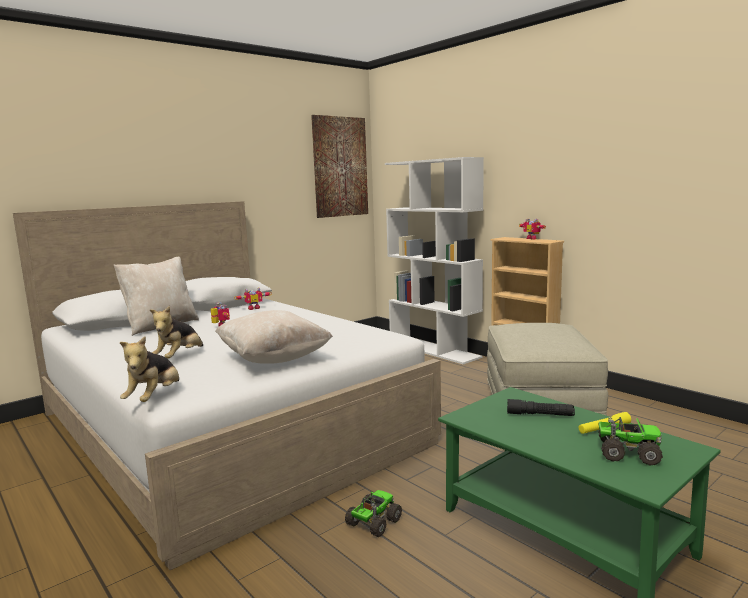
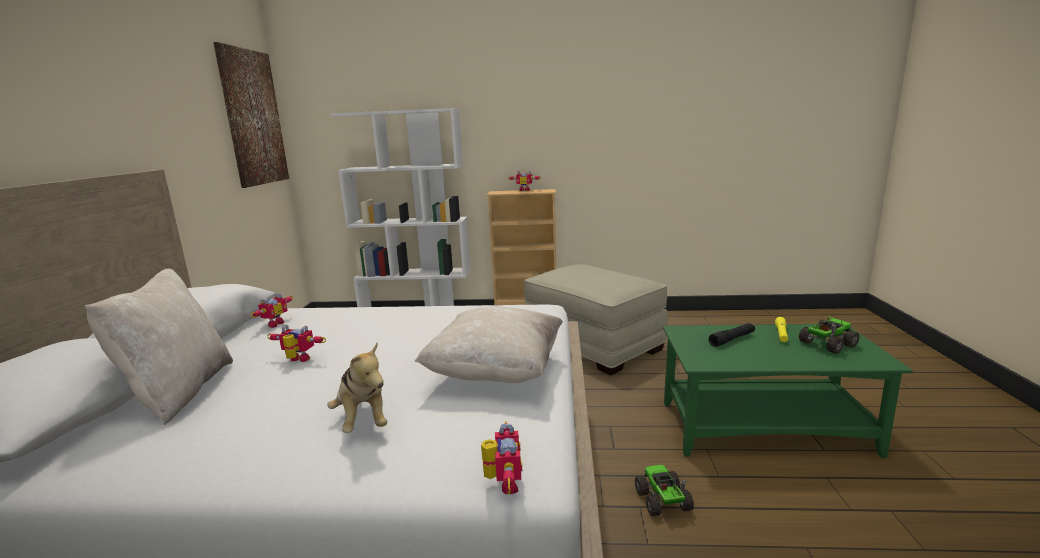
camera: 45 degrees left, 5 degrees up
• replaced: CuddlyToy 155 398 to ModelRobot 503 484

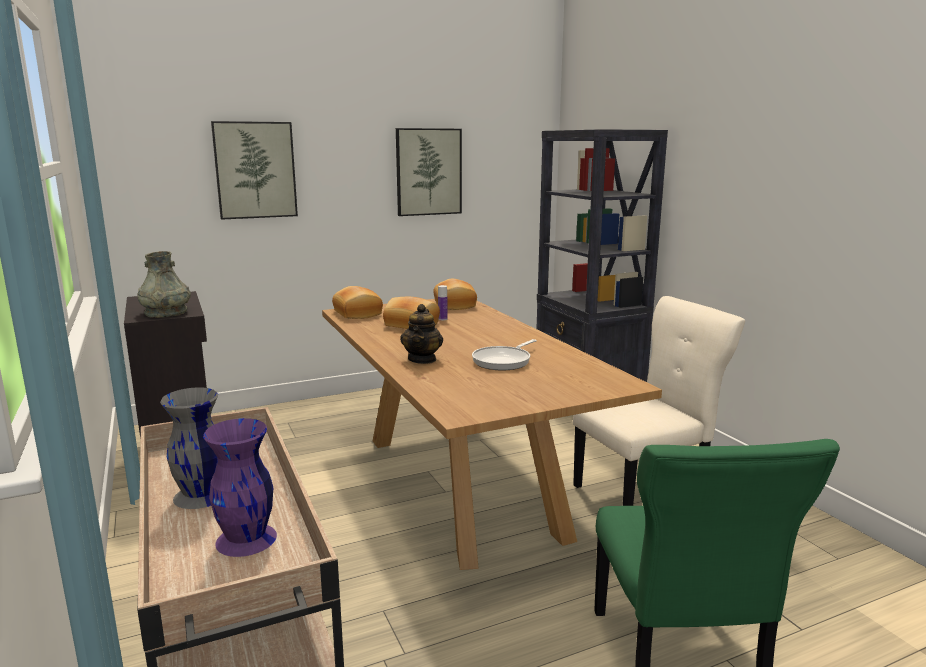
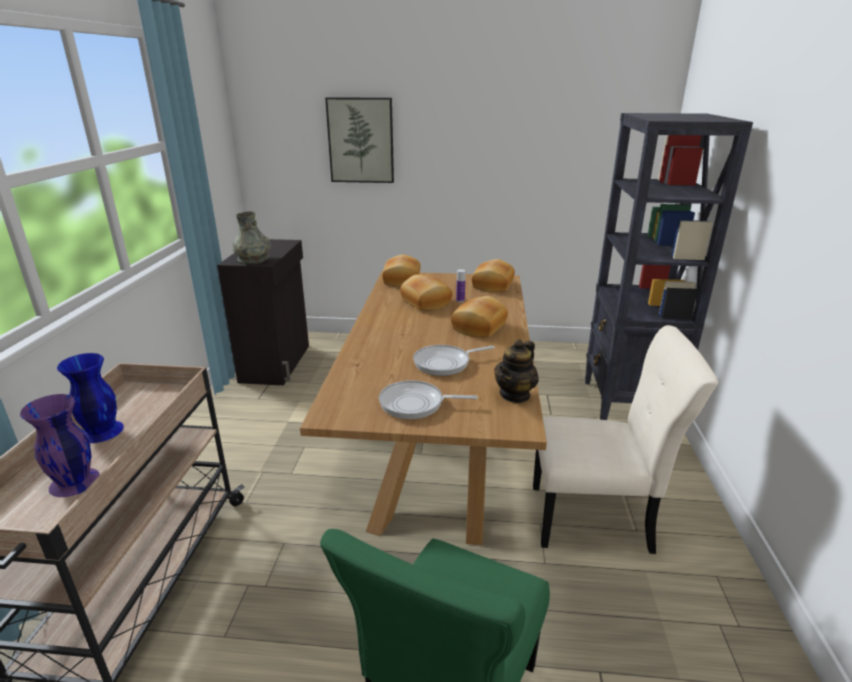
camera: 30 degrees right, 10 degrees up
• removed: WallArt 428 172
• moved: Teapot 422 359 to 515 394
• recoloured: GreyishFlowerVase 200 495 to BlueFlowerVase 101 431
• added: BakeryBread 477 327
• added: Skillet 415 404

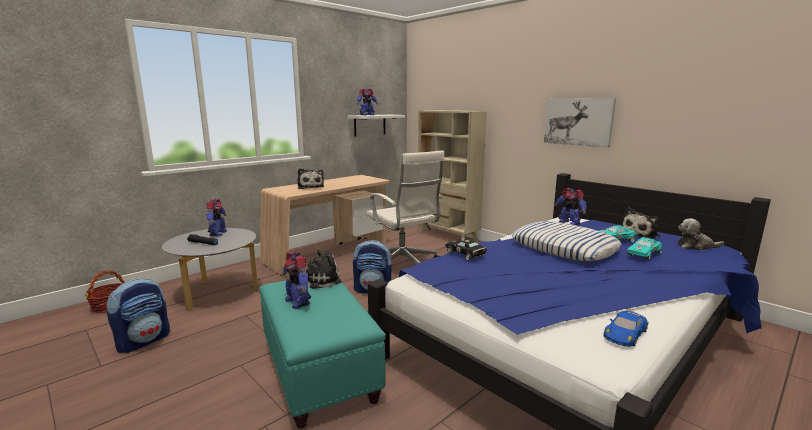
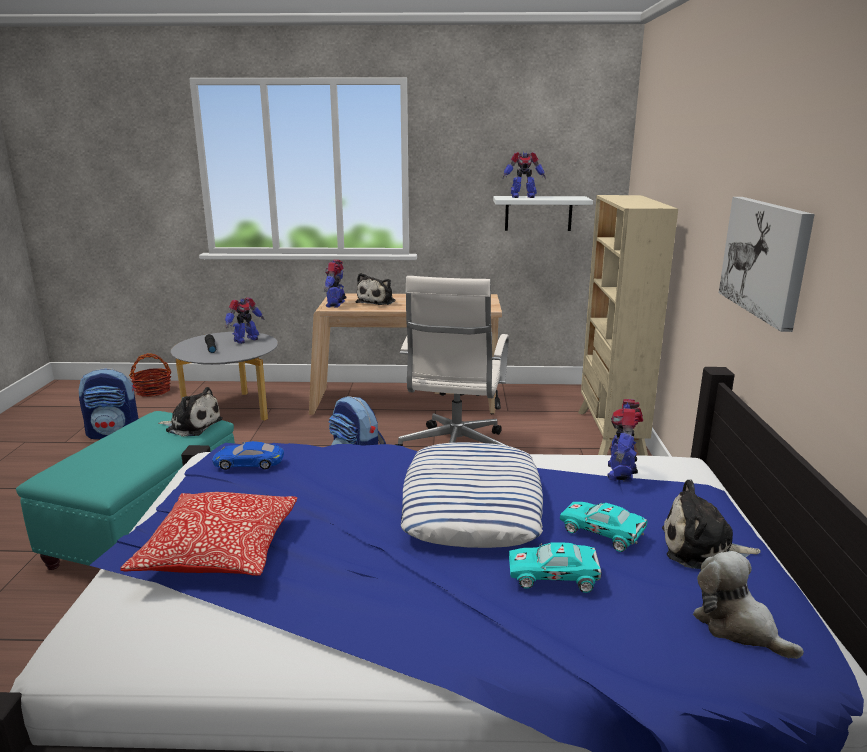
camera: 45 degrees right, 5 degrees up
• removed: BlackishToyCar 466 255
• moved: ModelRobot 298 302 to 336 304
• moved: BlueToyCar 625 333 to 249 462
• added: ThrowPillow 219 551

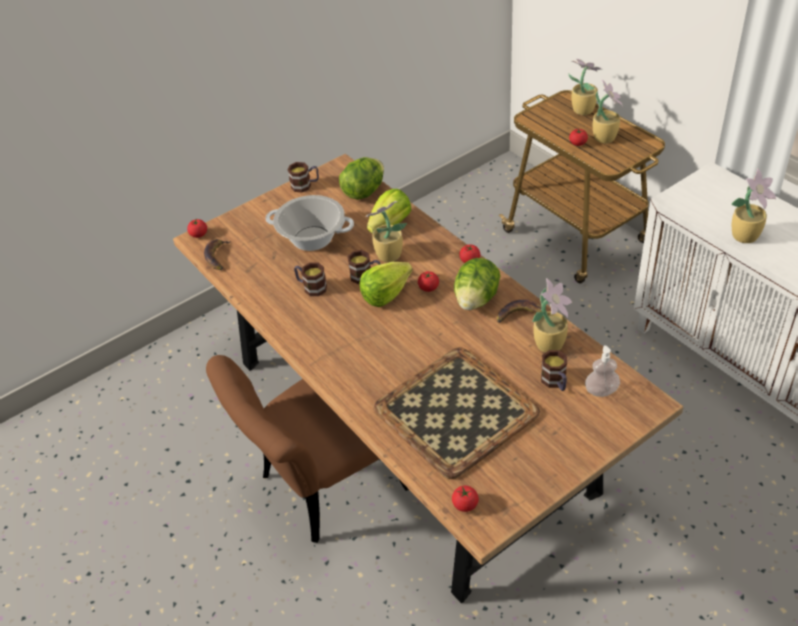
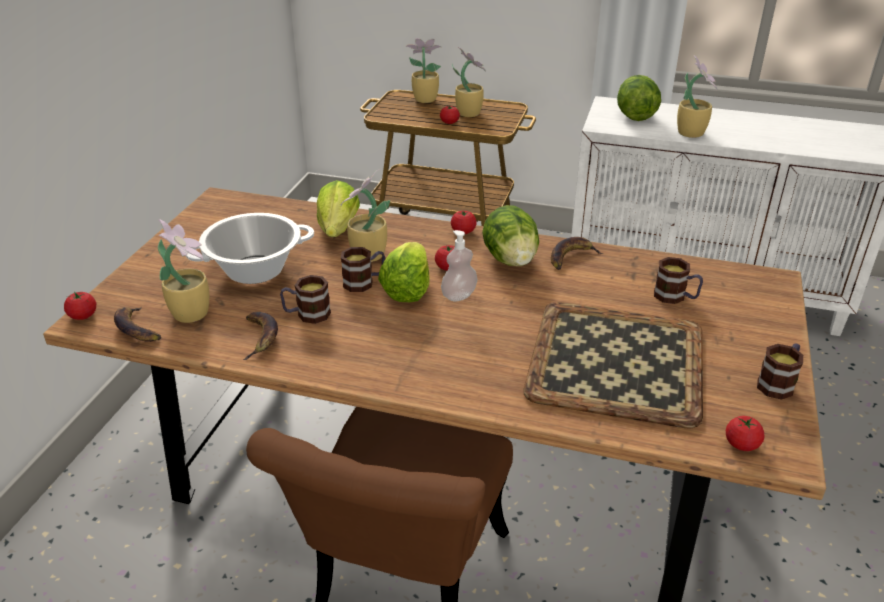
camera: 40 degrees left, 10 degrees down
• moved: Lettuce 364 192 to 635 116
• moved: Mug 305 185 to 778 383
• moved: PlantInAPot 550 343 to 191 312
• moved: SoapDispenser 601 391 to 459 295
• added: WholeBanana 260 337

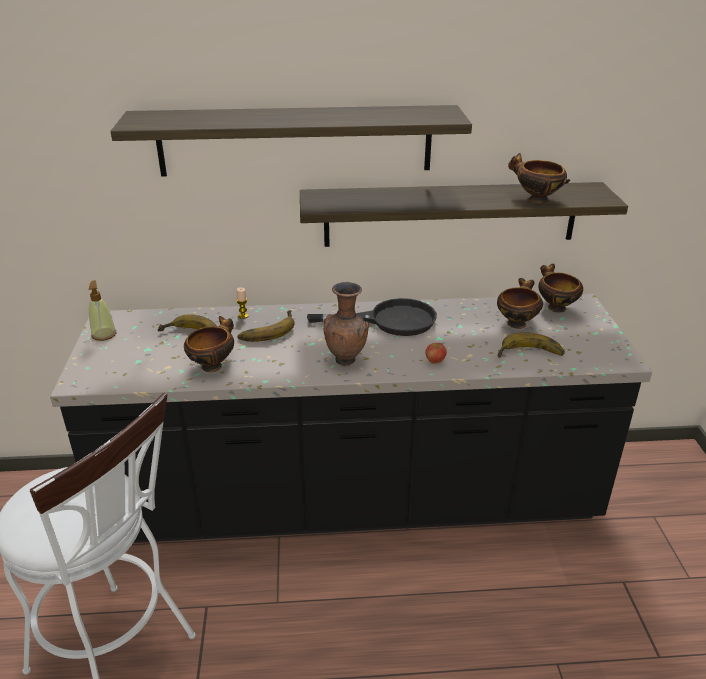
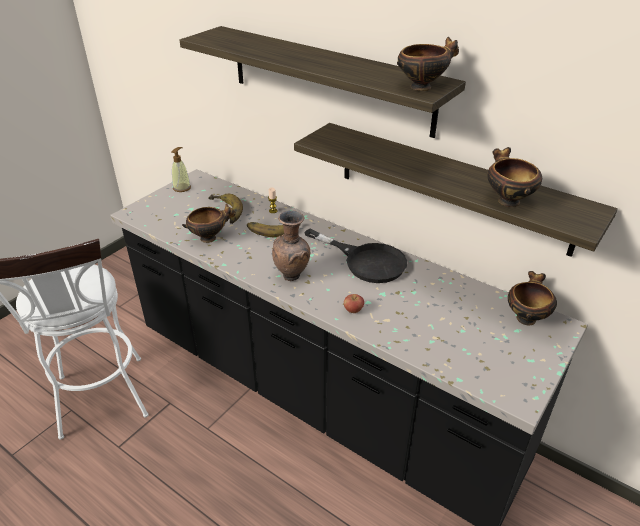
camera: 40 degrees right, 5 degrees up
• moved: Bowl 516 323 to 422 87
• removed: WholeBanana 530 355

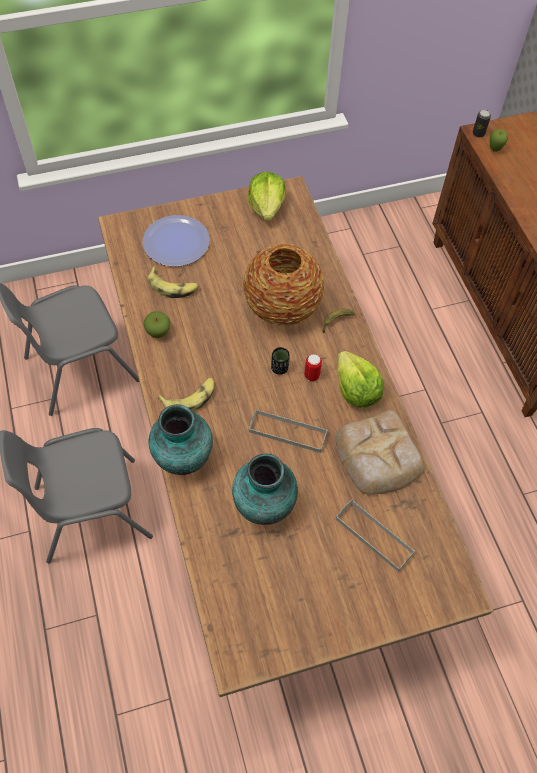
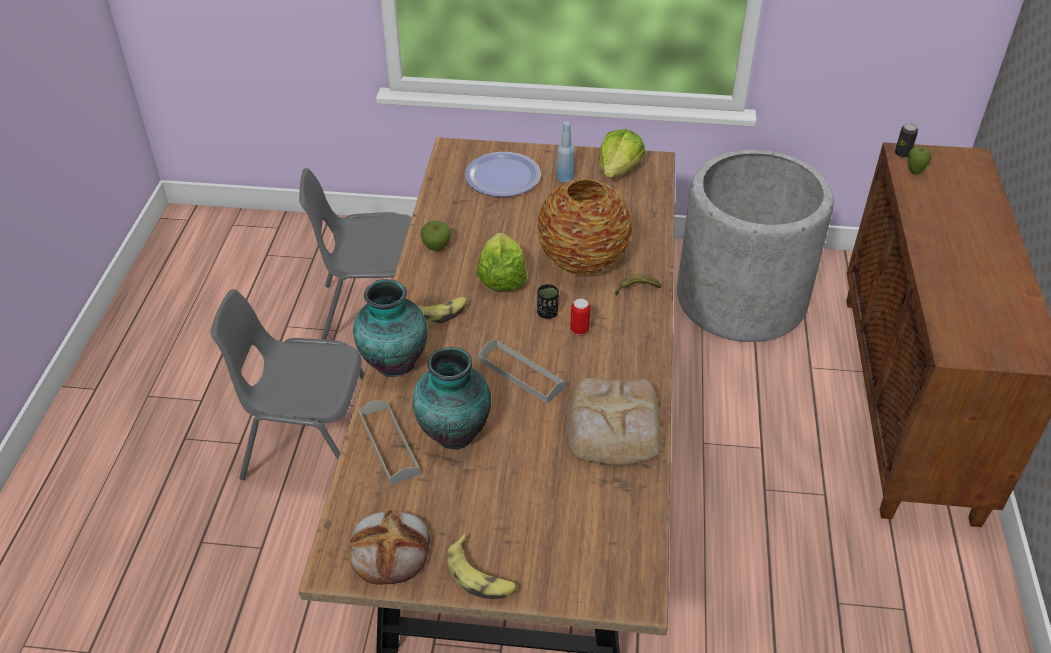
camera: 25 degrees right, 15 degrees down
• moved: WholeBanana 173 286 to 481 575
• moved: Lettuce 356 390 to 501 277
• moved: GreyishServingTray 374 536 to 389 444
• added: BlueBottle 564 179
• added: GreyishPlanter 741 298
• added: BakeryBread 390 550

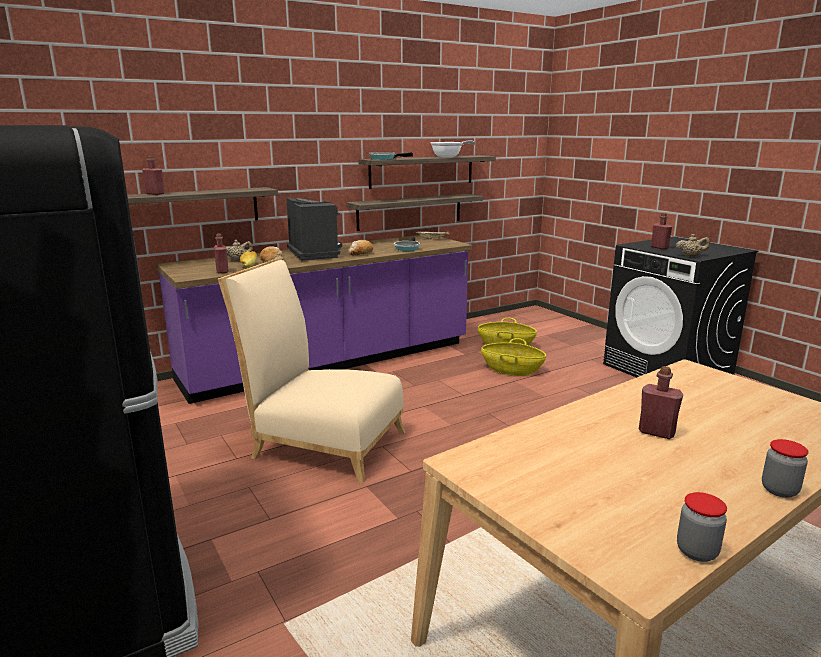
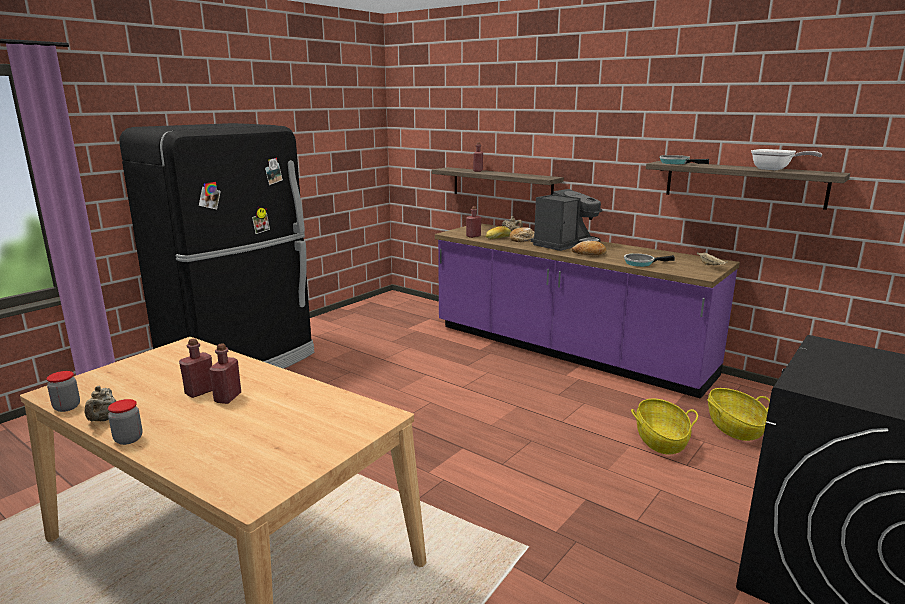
camera: 70 degrees right, 0 degrees up
• removed: BracketShelf 410 211
• moved: RedColouredBottle 659 247 to 200 392
• moved: BeigeTeapot 691 256 to 103 419
• removed: BeigeUprightChair 322 442

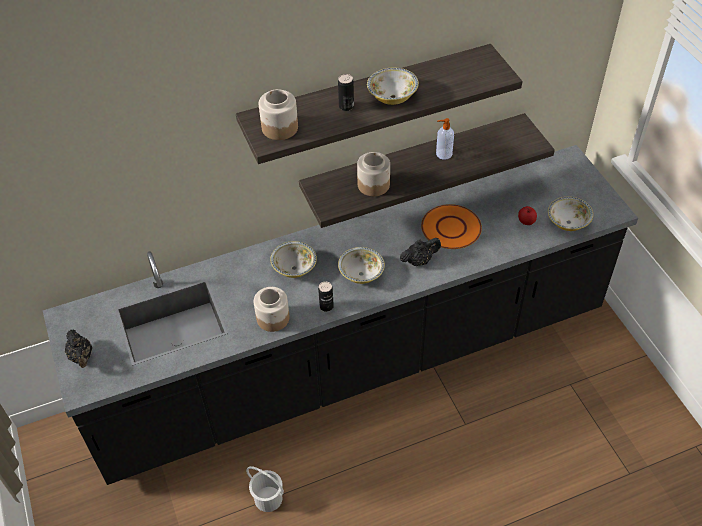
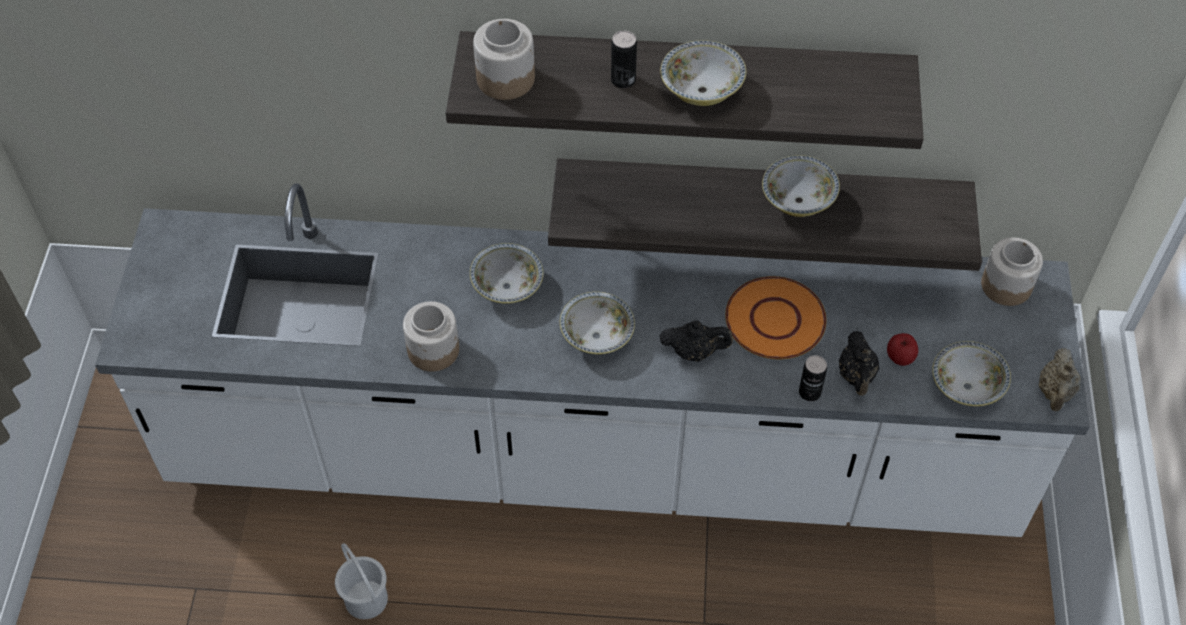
camera: 25 degrees right, 5 degrees up
• replaced: SoapDispenser 443 154 to Bowl 798 201
• recoloured: BlackishKitchenCounter 354 364 to WhiteKitchenCounter 593 458
• moved: StorageJar 373 184 to 1006 285
• moved: MetalCan 326 306 to 809 392
• moved: BlackishTeapot 82 357 to 856 376
• added: BeigeTeapot 1055 393

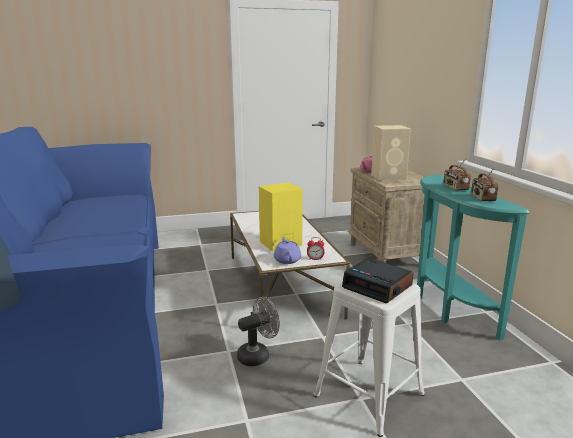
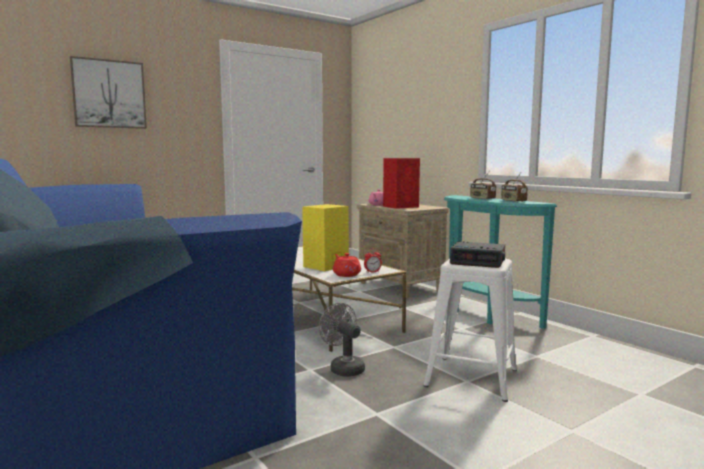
camera: 20 degrees left, 10 degrees down
• recoloured: BeigeAudioSpeaker 389 177 to RedColouredAudioSpeaker 401 206
• recoloured: PurplishTeapot 287 260 to RedColouredTeapot 346 274
• turned: GreyishElectricFan 258 355 = 343 368 75 degrees counterclockwise
• added: WallArt 109 94

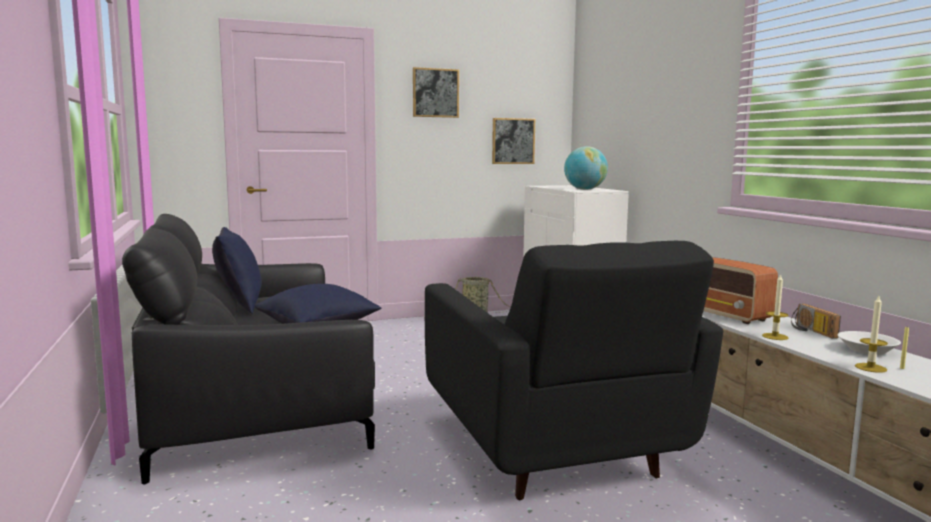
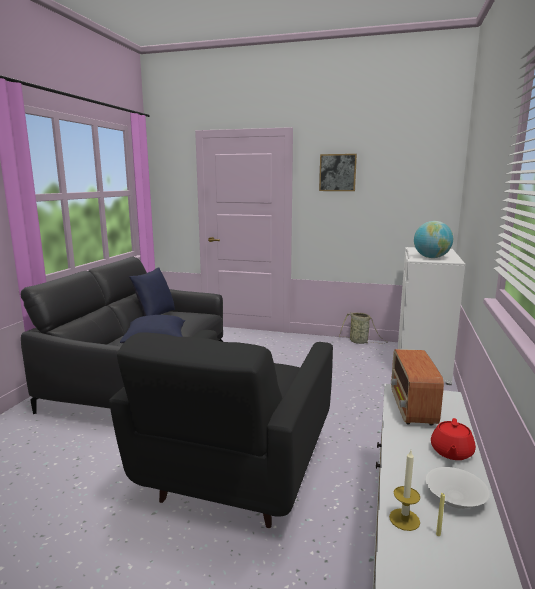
camera: 35 degrees right, 5 degrees up
• removed: WallArt 513 141
• removed: WaxCandle 775 336
• replaced: Radio 811 331 to RedColouredTeapot 451 452

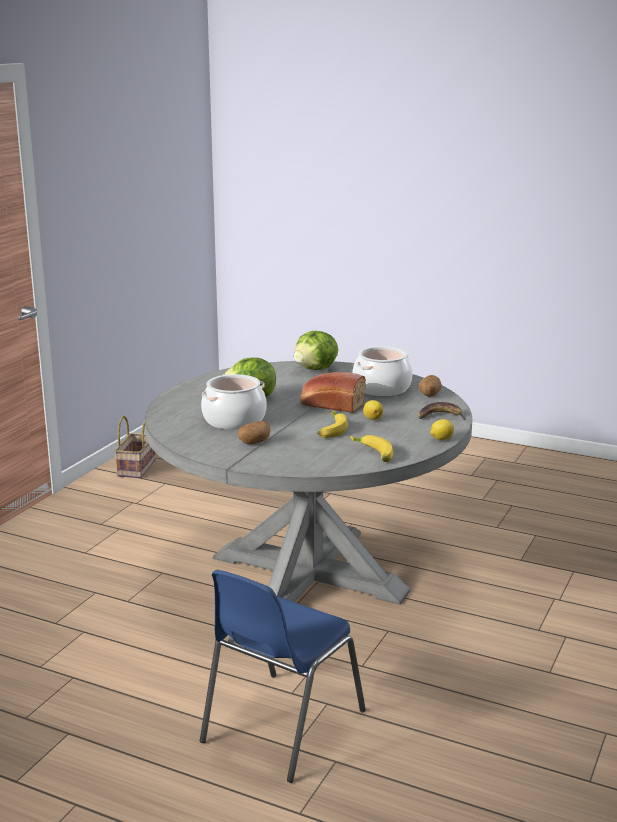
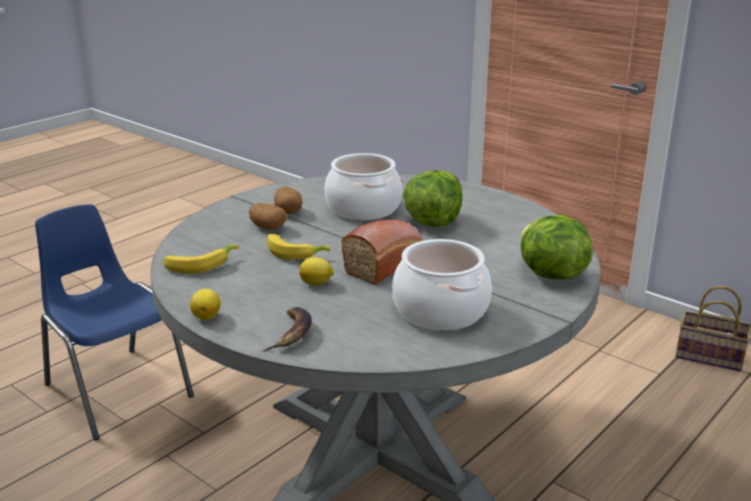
camera: 105 degrees right, 5 degrees up
• moved: Spud 429 395 to 268 227

